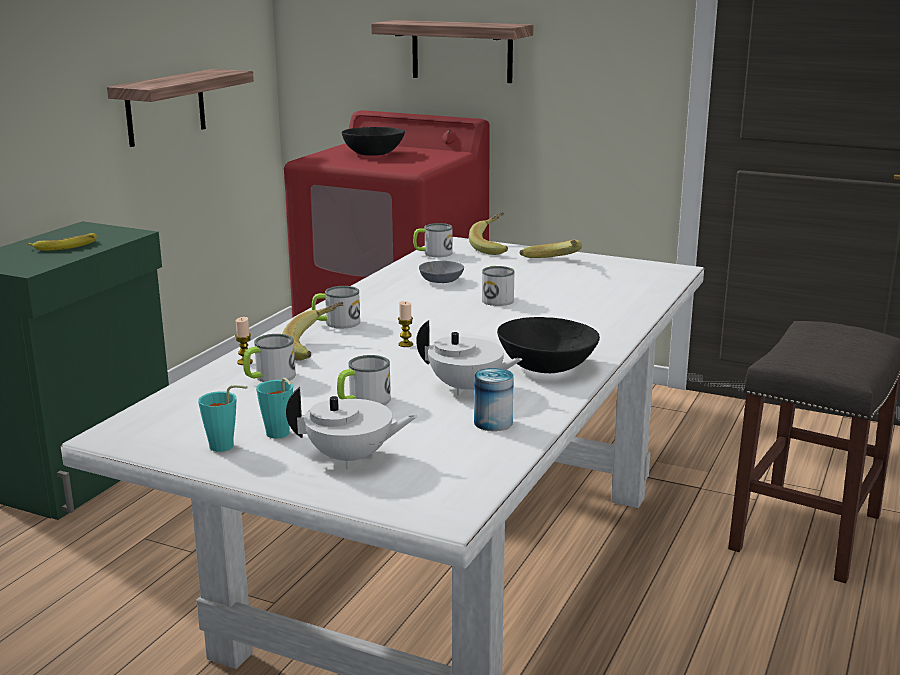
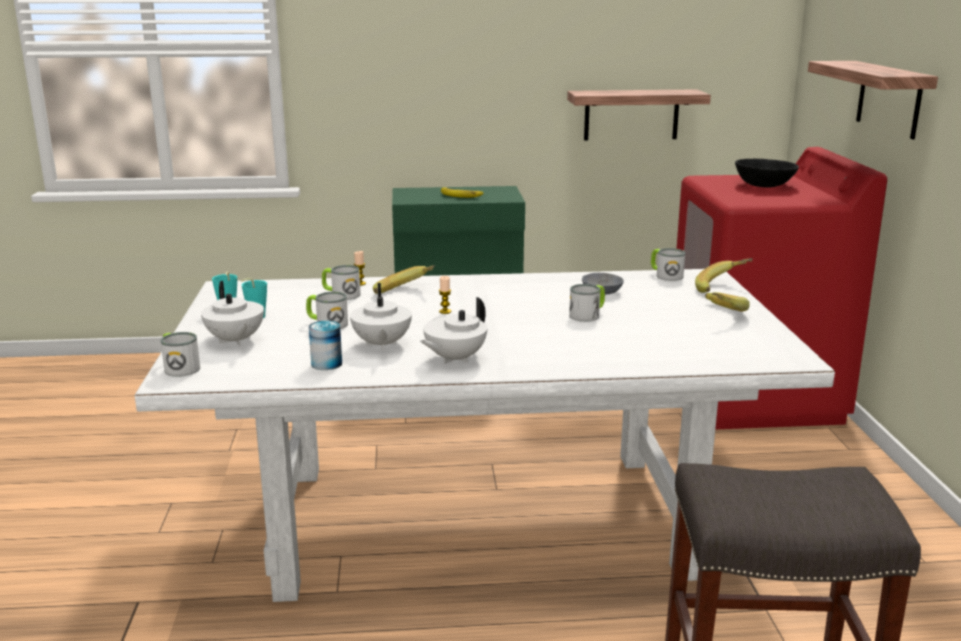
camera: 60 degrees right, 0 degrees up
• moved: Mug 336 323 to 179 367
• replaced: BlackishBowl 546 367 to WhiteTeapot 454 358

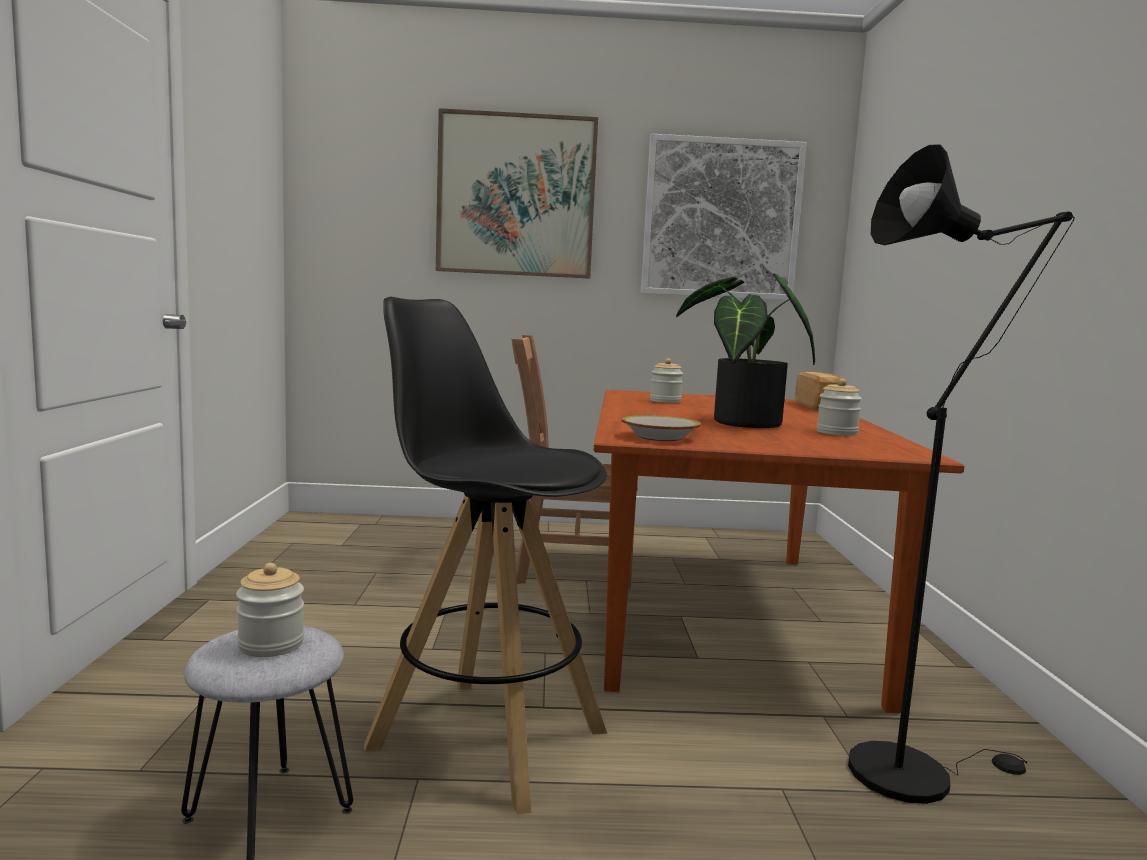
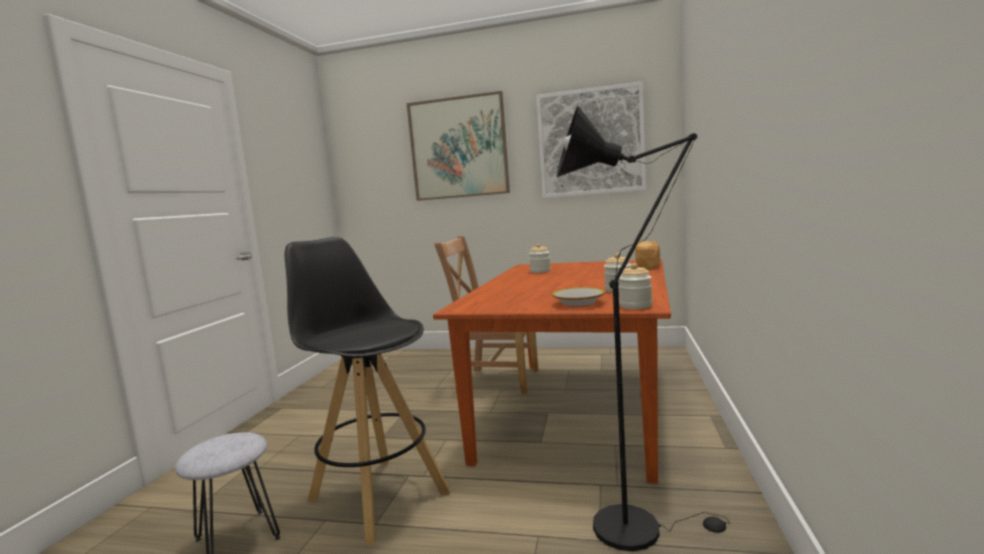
camera: 15 degrees right, 0 degrees up
• removed: PlantInAPot 741 424
• moved: Bowl 660 437 to 579 303
• moved: StorageJar 271 644 to 635 306

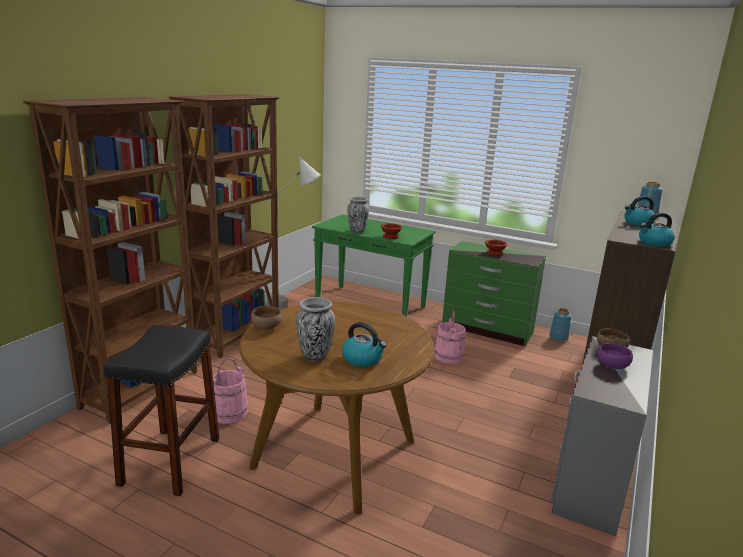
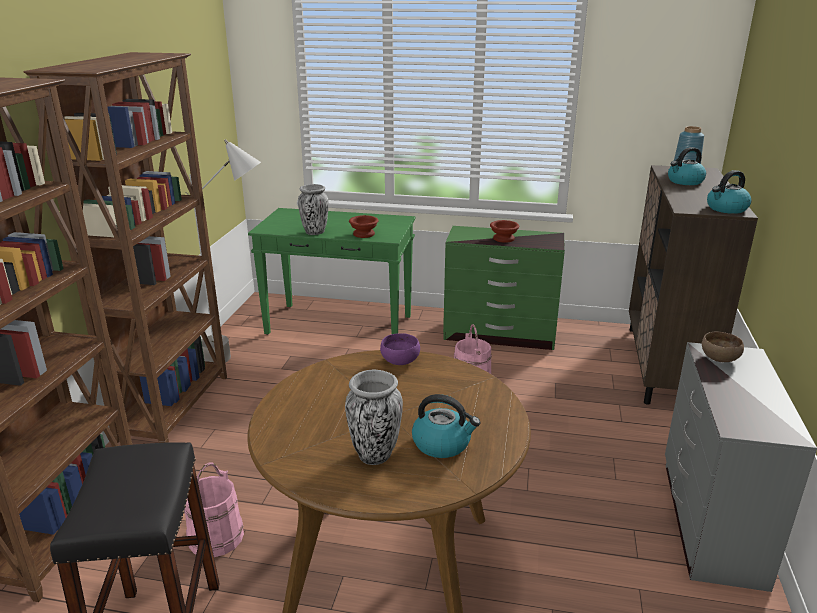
camera: 15 degrees left, 5 degrees up
• removed: BrownishBowl 267 327
• removed: BlueFlowerVase 559 337
• moved: PurplishBowl 612 365 to 399 361

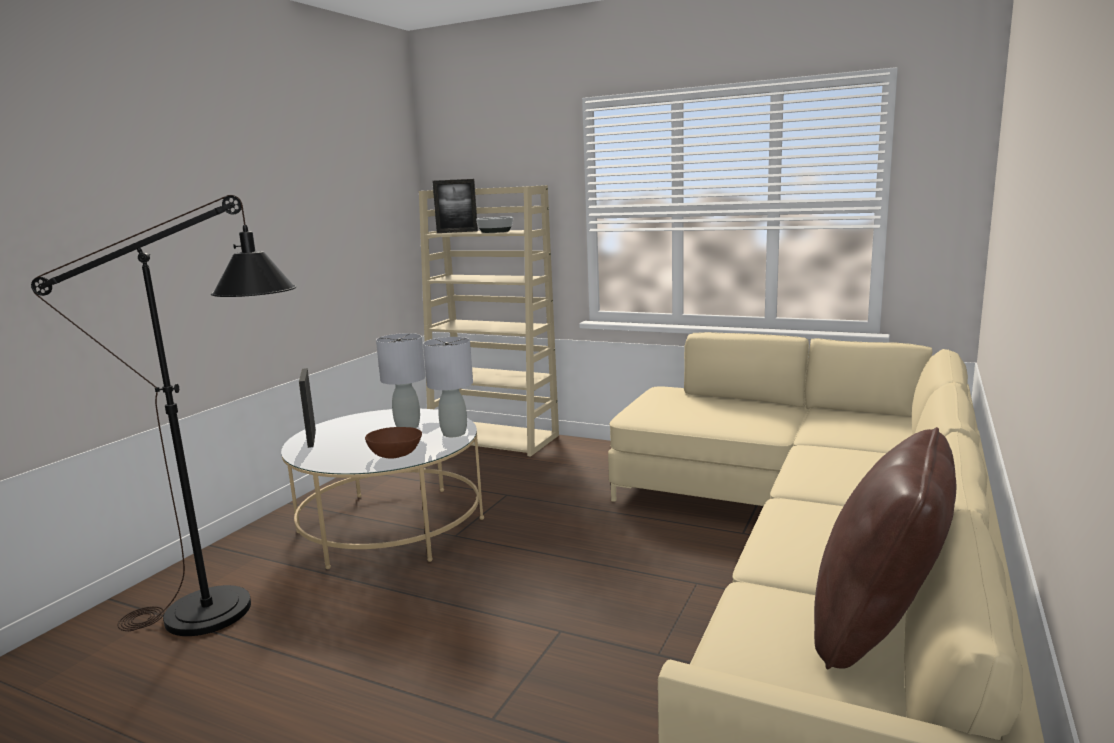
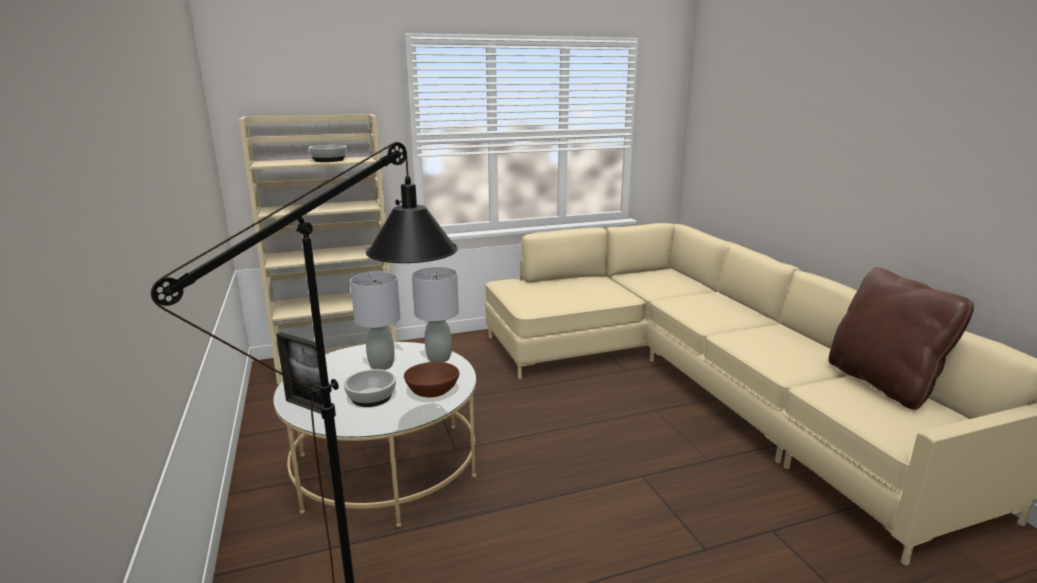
camera: 45 degrees left, 5 degrees up
• removed: PictureFrame 457 232
• added: Bowl 371 397

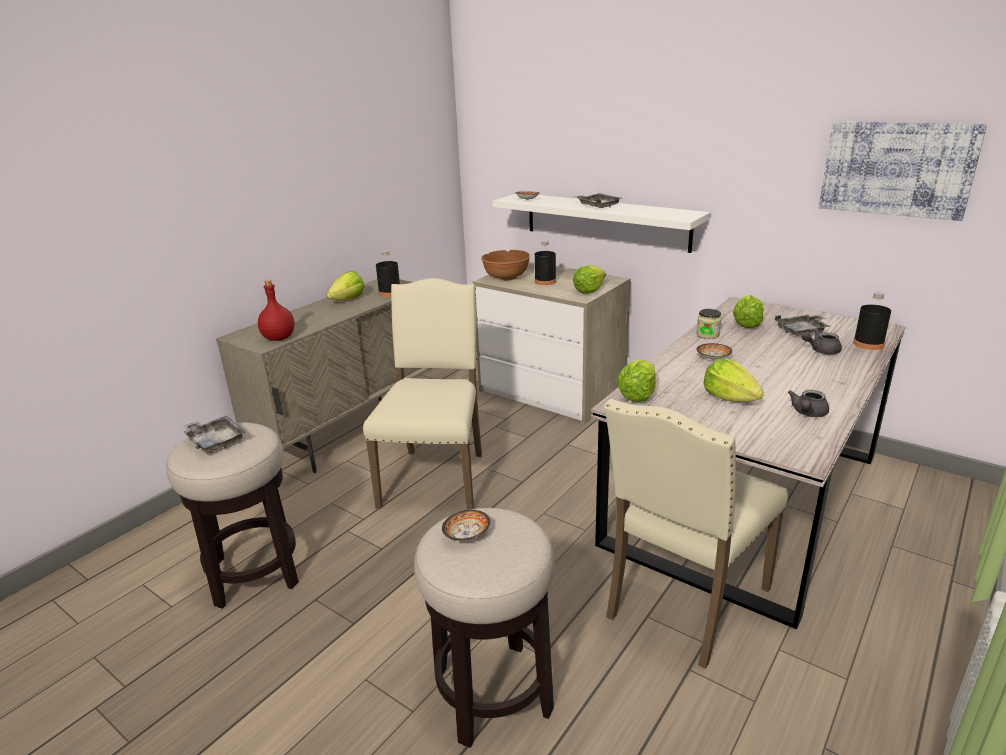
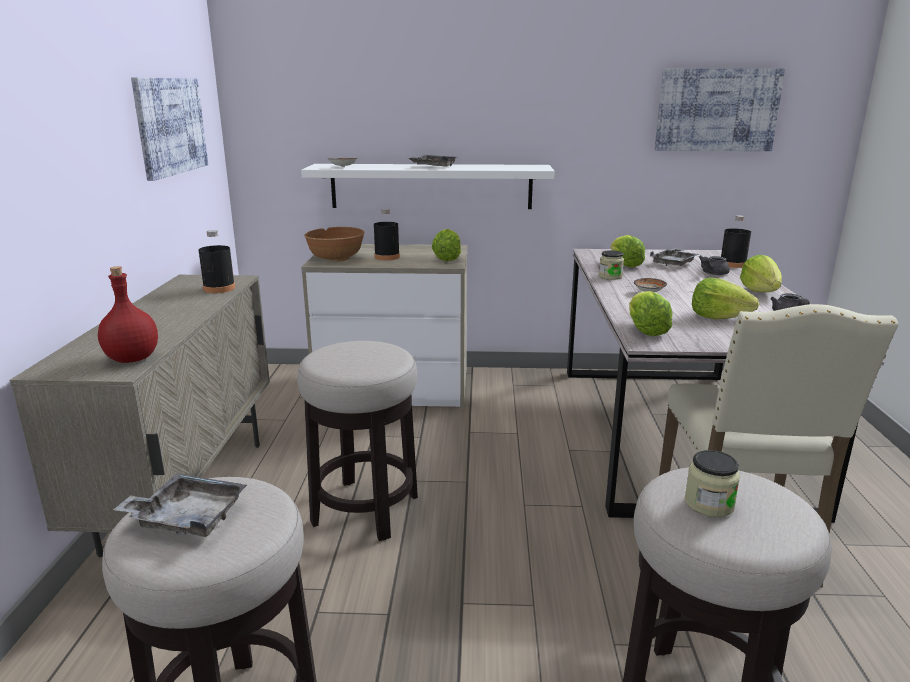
camera: 35 degrees left, 5 degrees down
• moved: Lettuce 348 300 to 760 291
• replaced: BeigeUprightChair 436 478 to Stool 365 509
• replaced: Bowl 467 535 to StorageJar 709 504
• added: WallArt 170 126

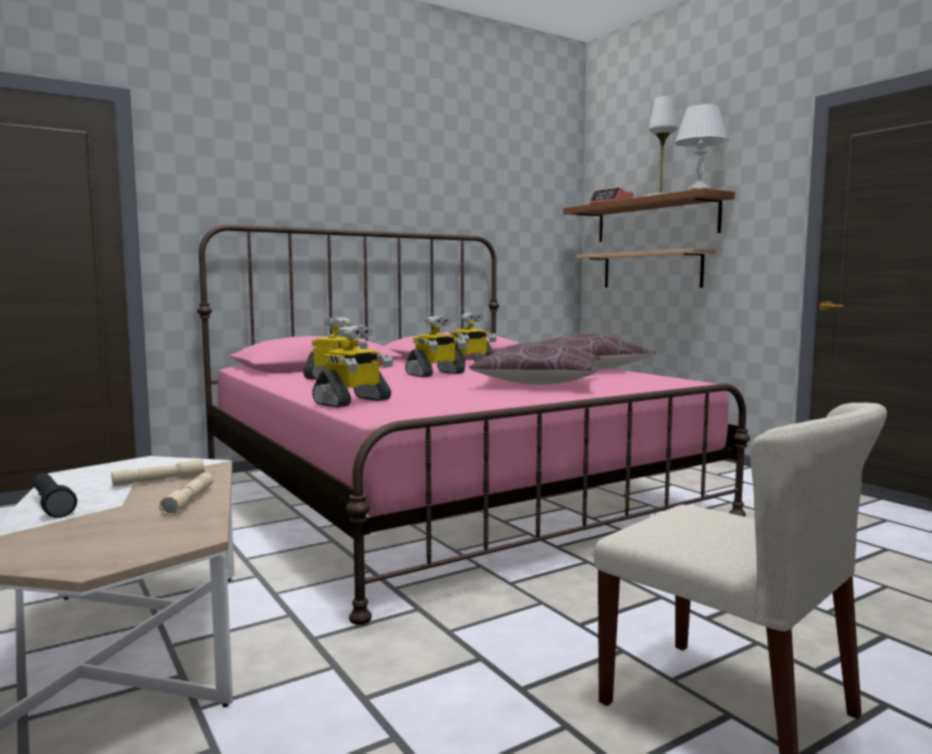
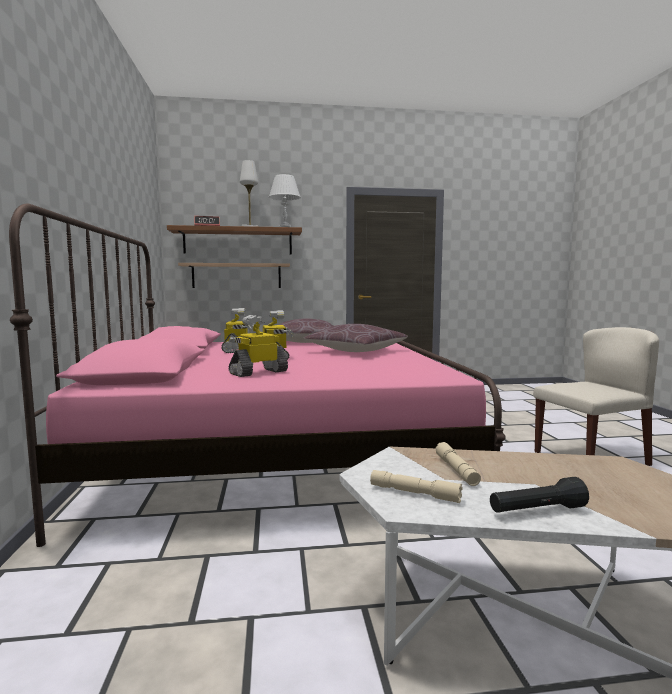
camera: 65 degrees left, 0 degrees up
• removed: ModelRobot 353 402
• moved: BeigeHandTorch 189 501 to 414 493

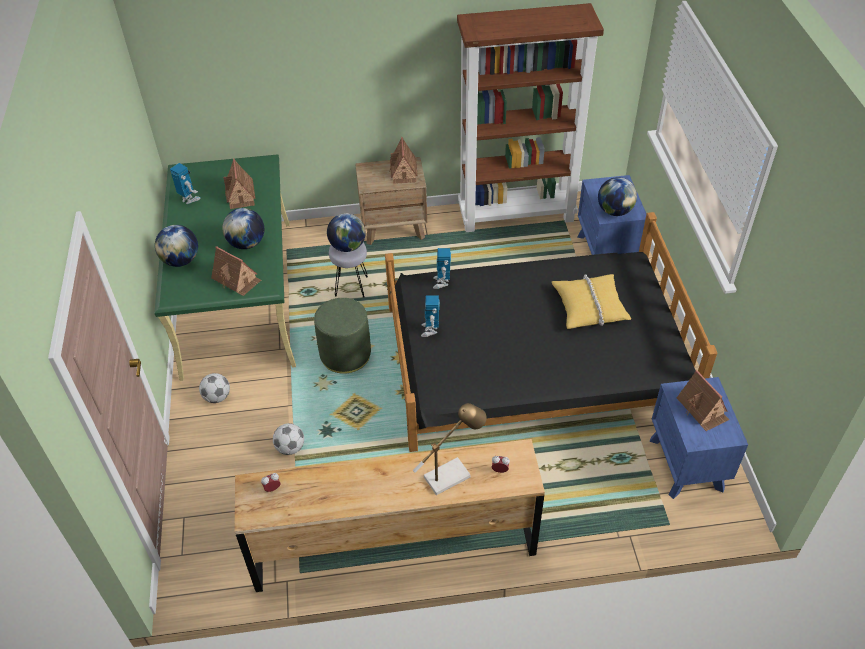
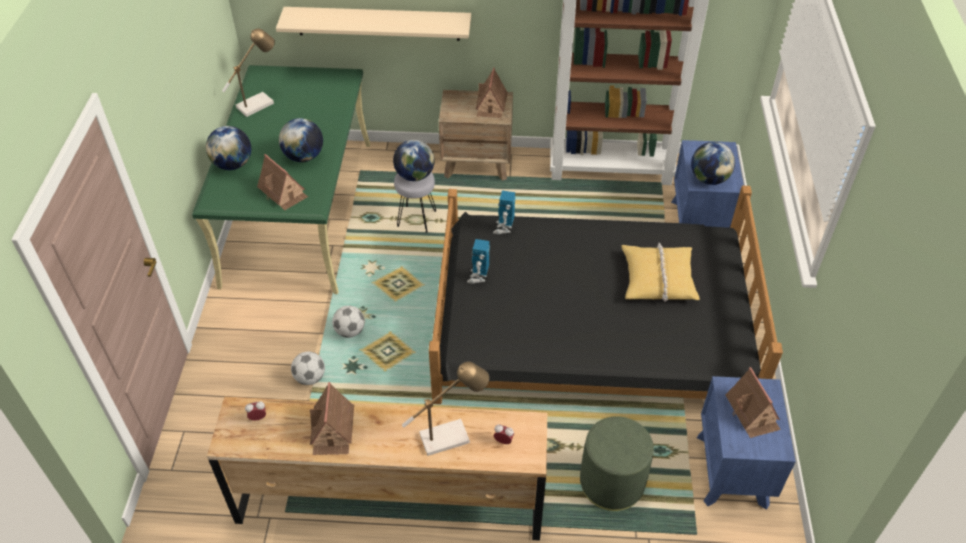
camera: 10 degrees right, 0 degrees up
• moved: ToyHouse 240 195 to 332 430
• replaced: ModelRobot 189 199 to TabletopLamp 259 103
• moved: GreenOttoman 345 355 to 611 483
• moved: BallForFootball 217 397 to 350 331
• added: BeigeBracketShelf 378 23

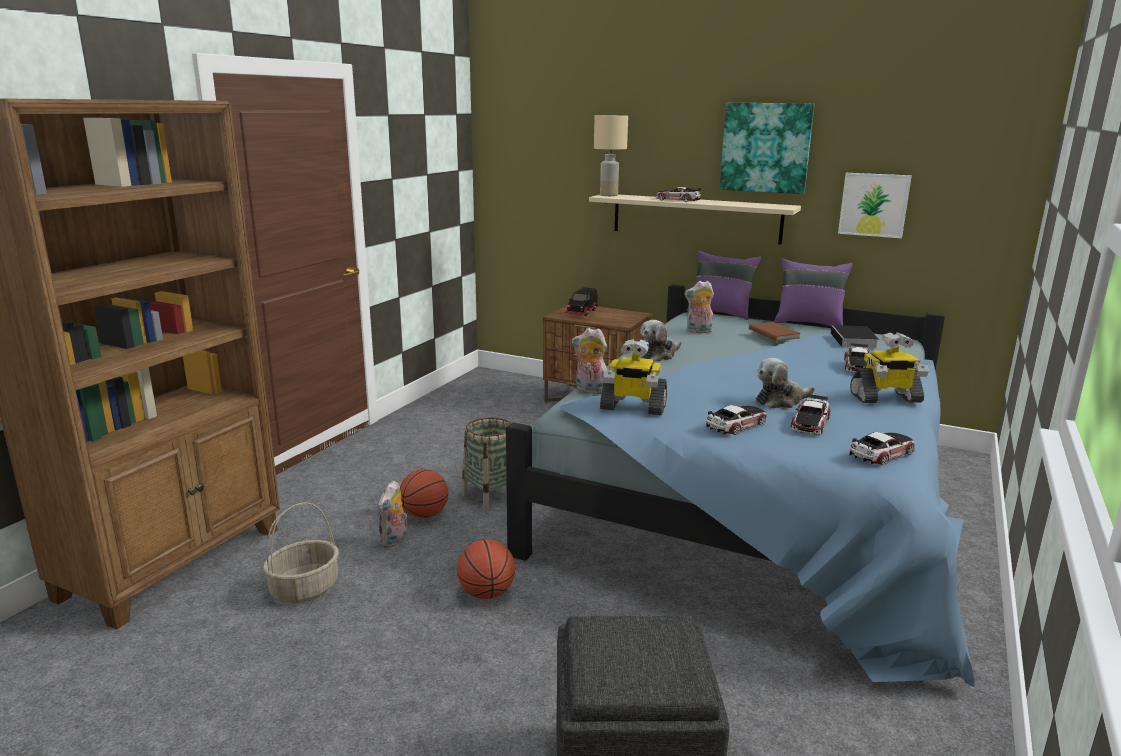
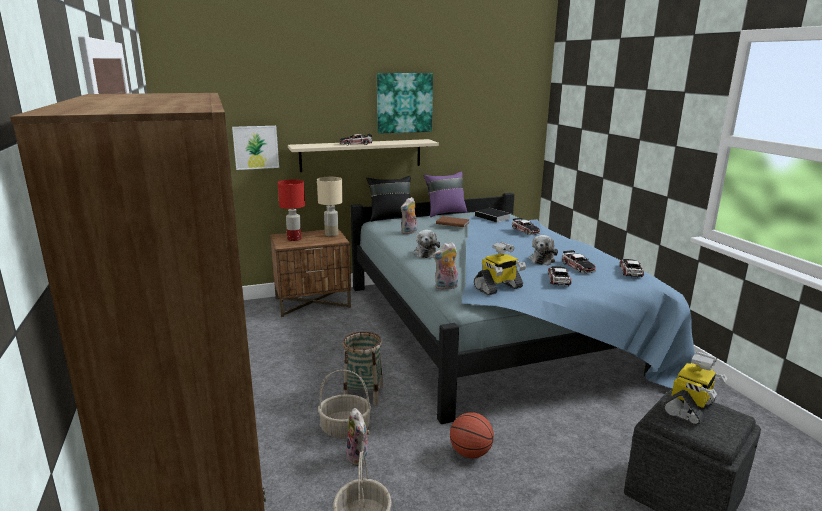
camera: 45 degrees left, 0 degrees up
• moved: BeigeTabletopLamp 608 195 to 331 234
• moved: WallArt 874 205 to 256 147
• recoloured: PurplishThrowPillow 720 313 to BlackishThrowPillow 390 218
• replaced: ToyLorry 582 312 to RedColouredTabletopLamp 294 239
• moved: ModelRobot 885 398 to 689 409
• replaced: Basketball 424 515 to Basket 344 429

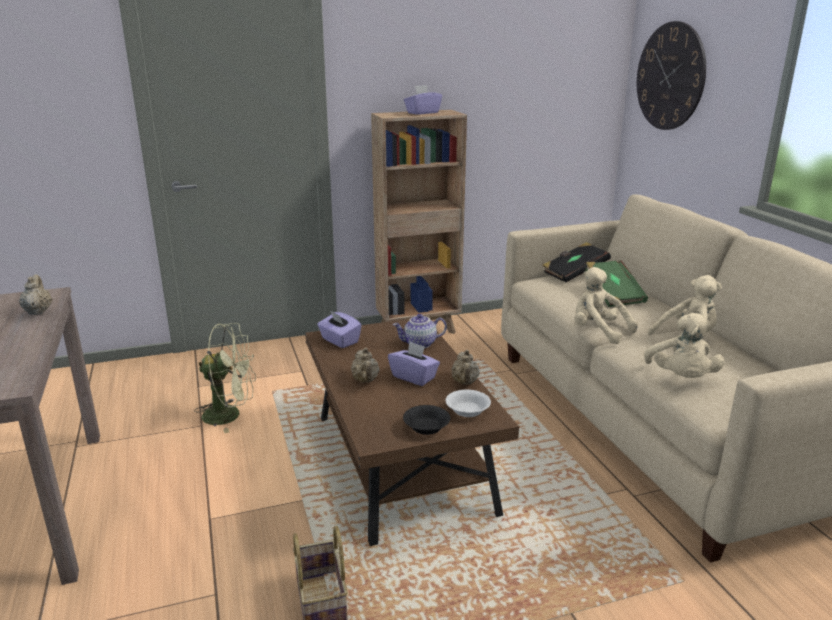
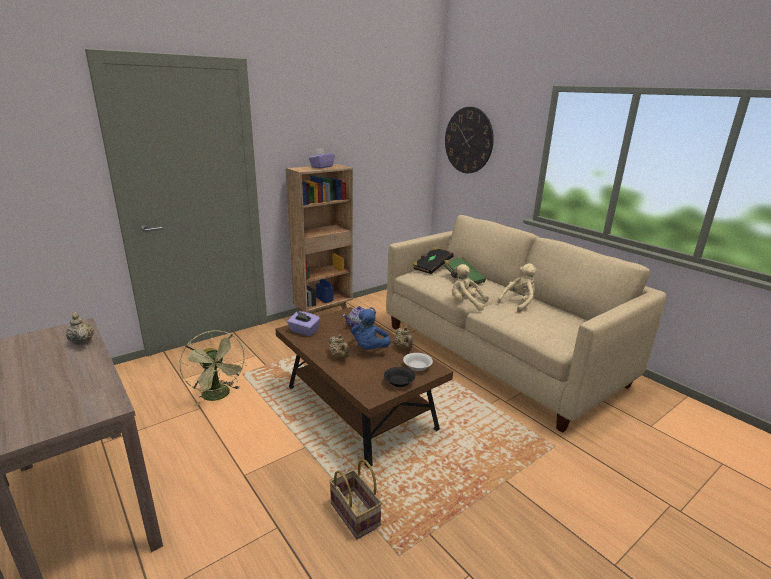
camera: 20 degrees left, 0 degrees up
• removed: BeigeCuddlyToy 681 378
• turned: GreenElectricFan 230 415 = 219 396 75 degrees clockwise
• replaced: PurplishTissueHolder 414 377 to BlueCuddlyToy 369 349

